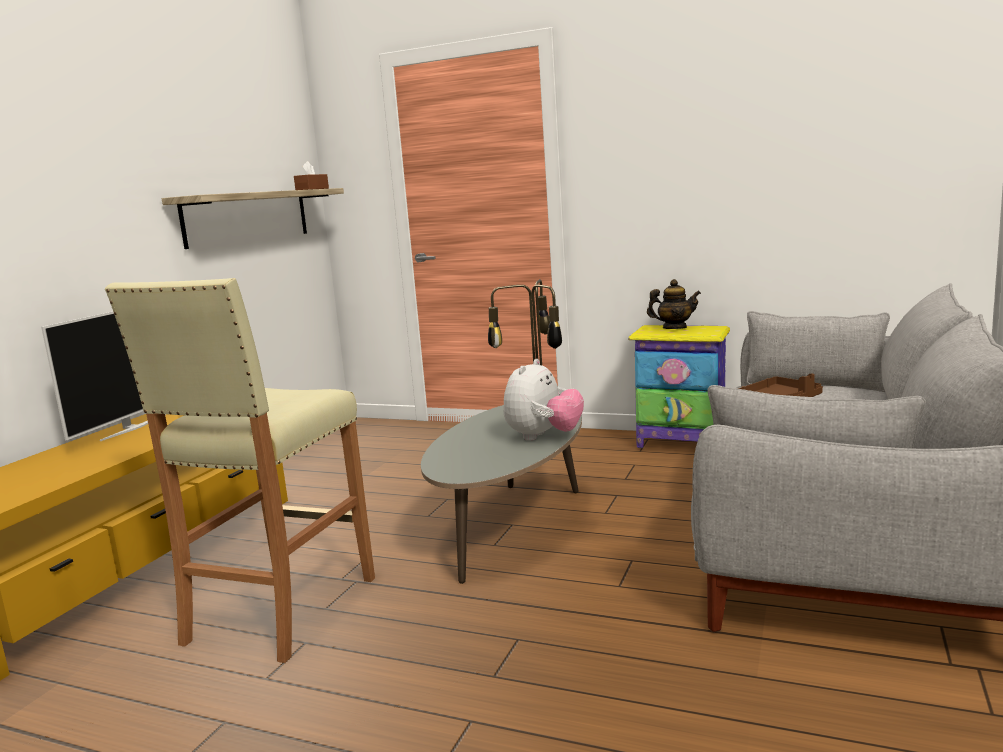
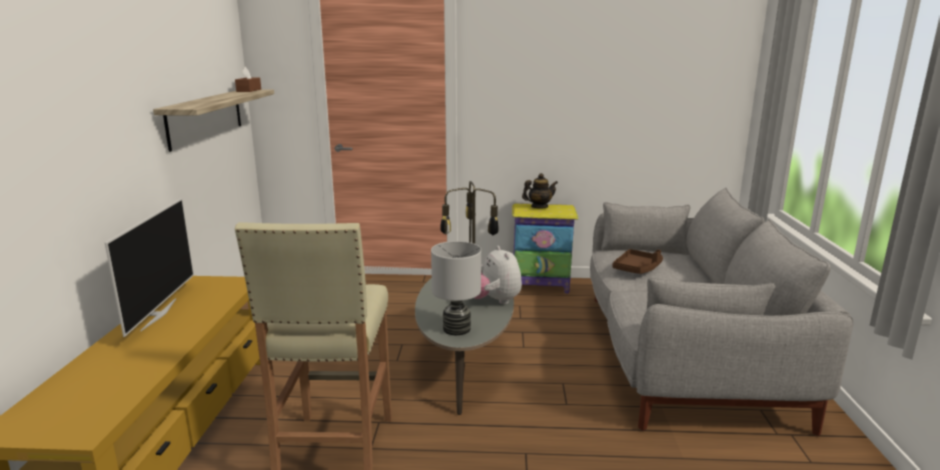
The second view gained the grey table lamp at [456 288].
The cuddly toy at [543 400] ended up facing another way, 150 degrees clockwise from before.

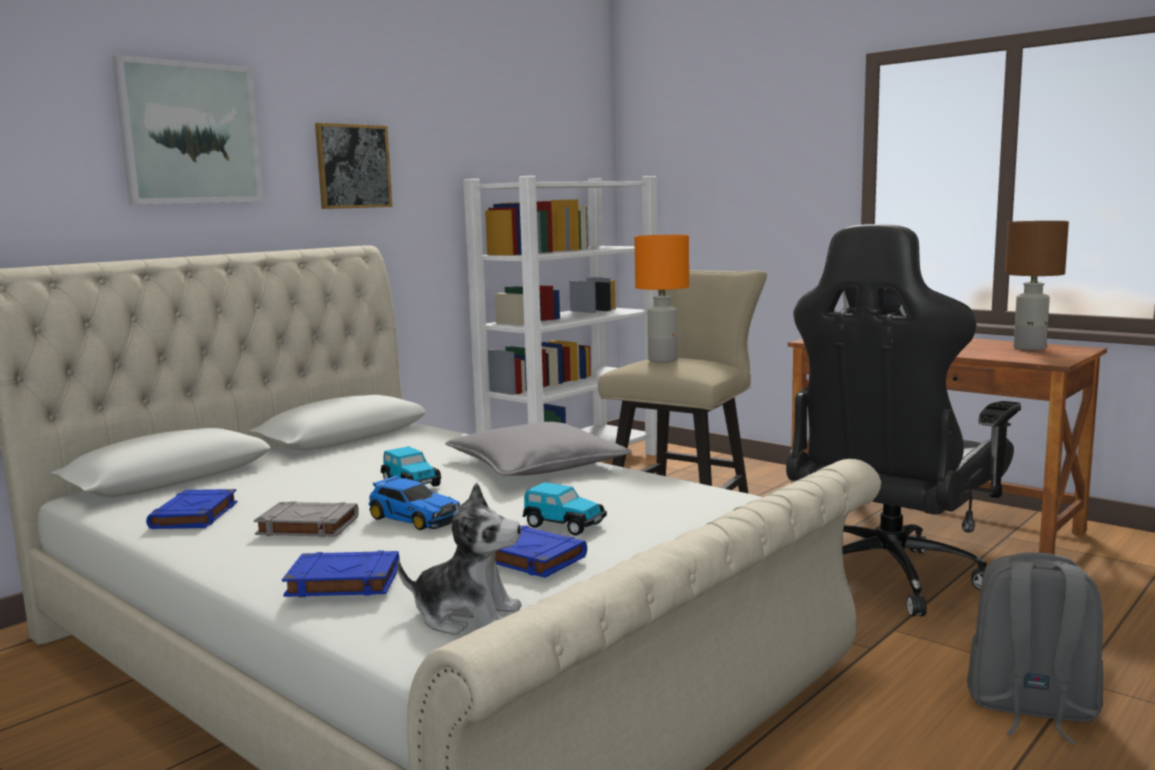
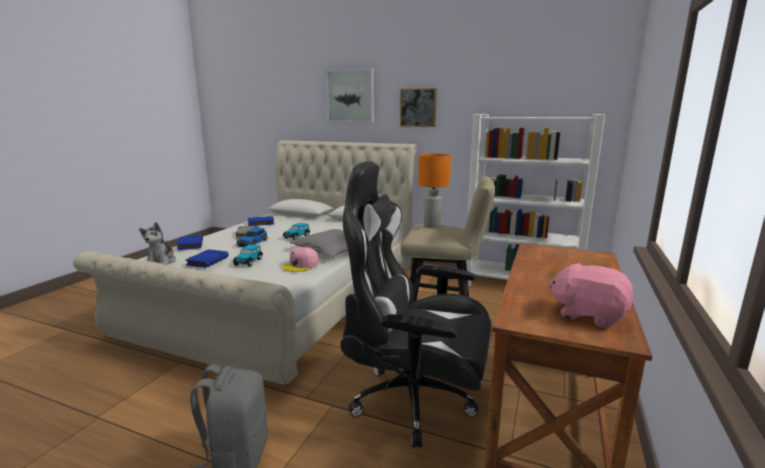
The second view gained the pinkish peaked cap at [300 259].
Where the brown-coloured table lamp stood at [1037 285], the pinkish cuddly toy came to stand at [591 295].

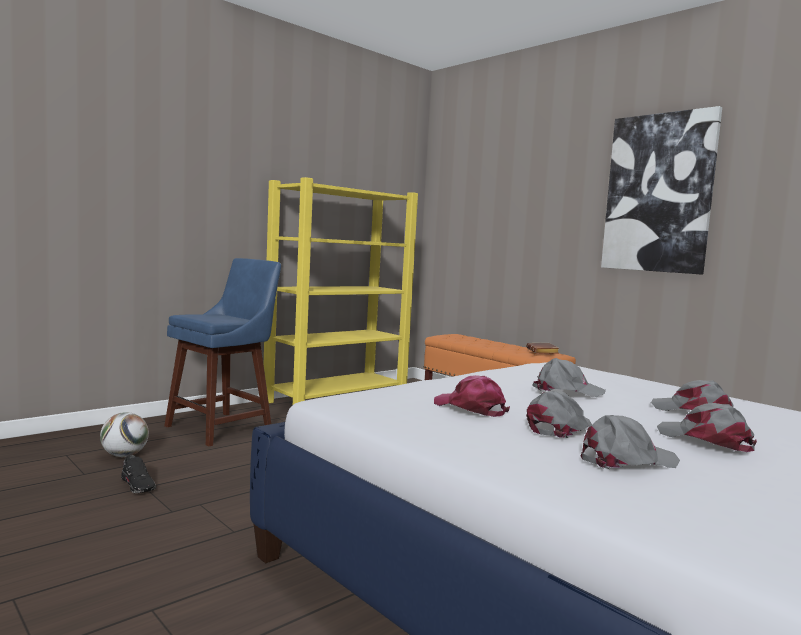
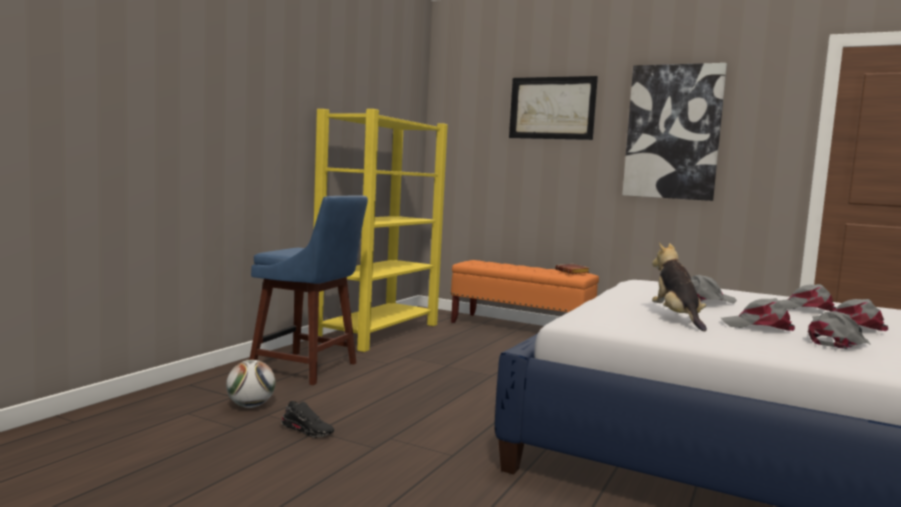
The blue chair at [222 352] ended up facing another way, 90 degrees clockwise from before.
The second view gained the wall art at [553 108].
Where the pinkish peaked cap stood at [472 396], the cuddly toy came to stand at [679 286].
The grey peaked cap at [559 414] ended up facing another way, 90 degrees counterclockwise from before.

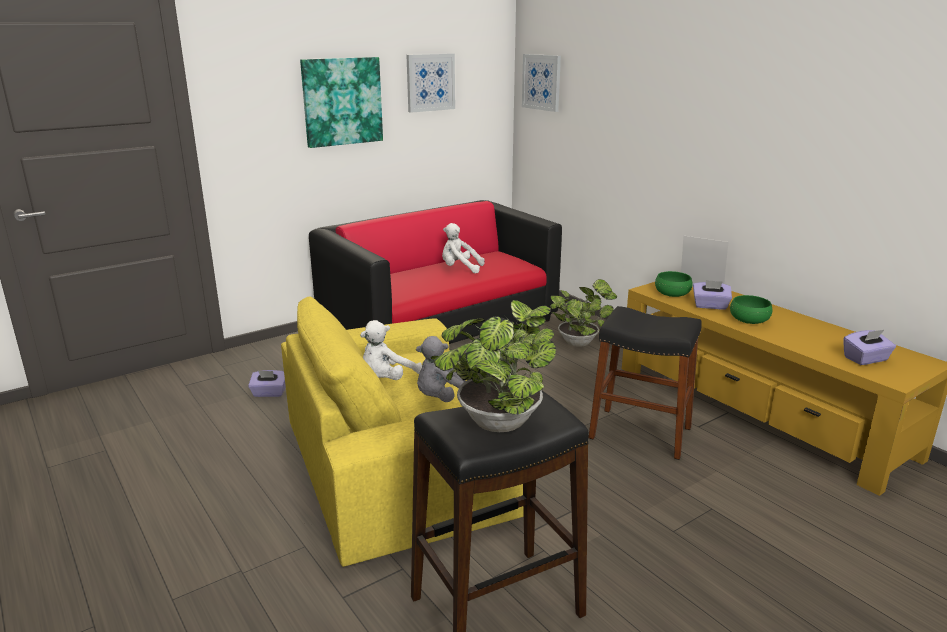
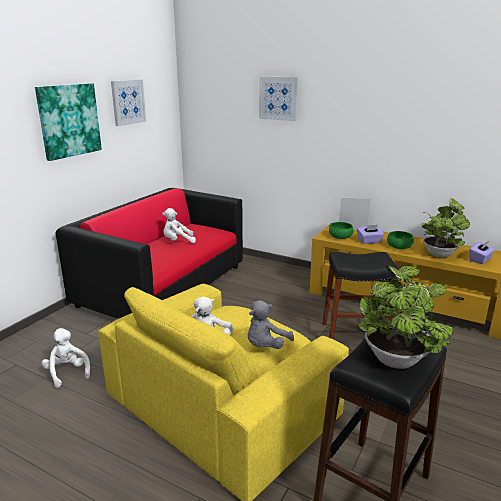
Where the purple box of tissues stood at [267 383], the white-coloured cuddly toy came to stand at [66 358].
The wall art ended up elsewhere, having gone from [541 83] to [278 98].
The houseplant ended up elsewhere, having gone from [583 313] to [446 228].

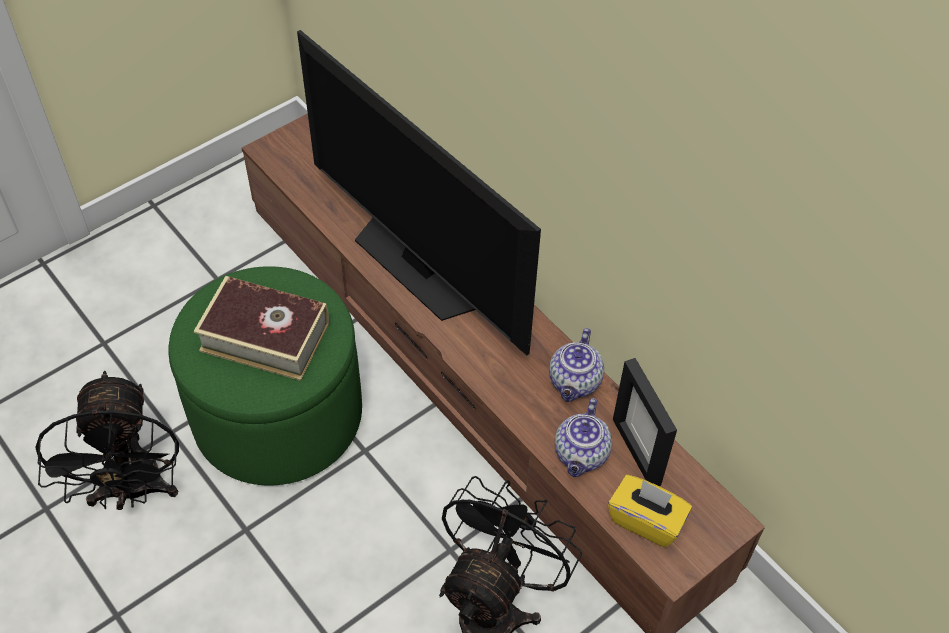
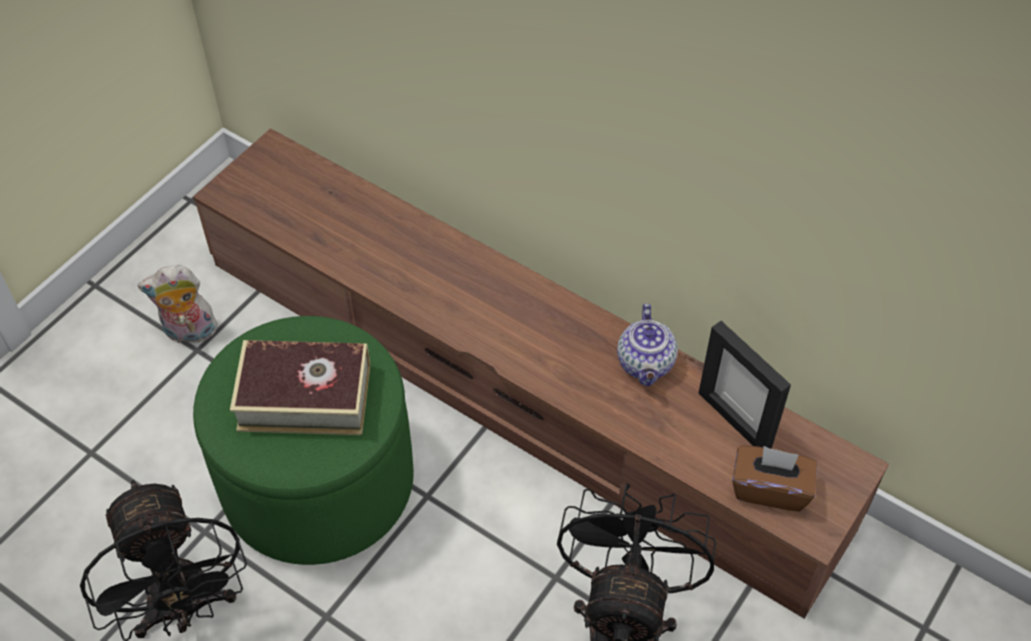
The second view gained the cuddly toy at [178 304].
What was the yellow box of tissues at [650 511] turned into the brown-coloured box of tissues at [774 478].
The second view lost the TV at [419 192].
The second view lost the pot for tea at [583 437].

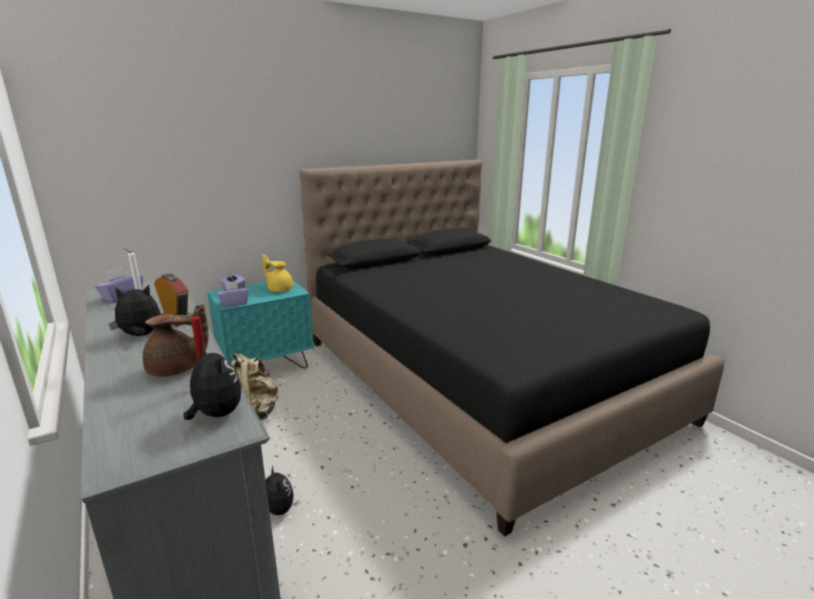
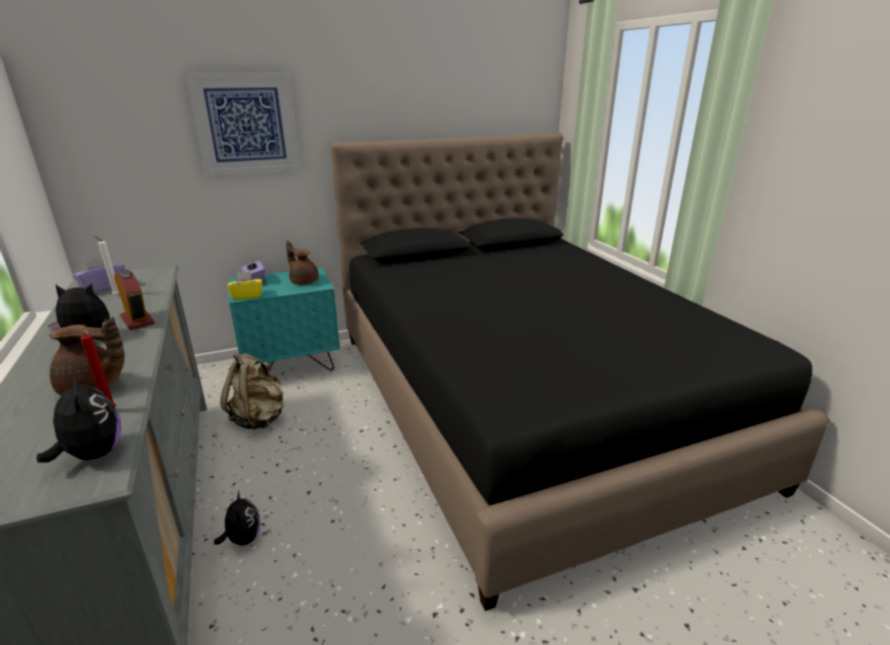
The second view gained the wall art at [242 124].
What was the purple box of tissues at [233 294] turned into the yellow box of tissues at [244 285].
What was the yellow pot for tea at [277 273] turned into the brown-coloured pot for tea at [302 263].

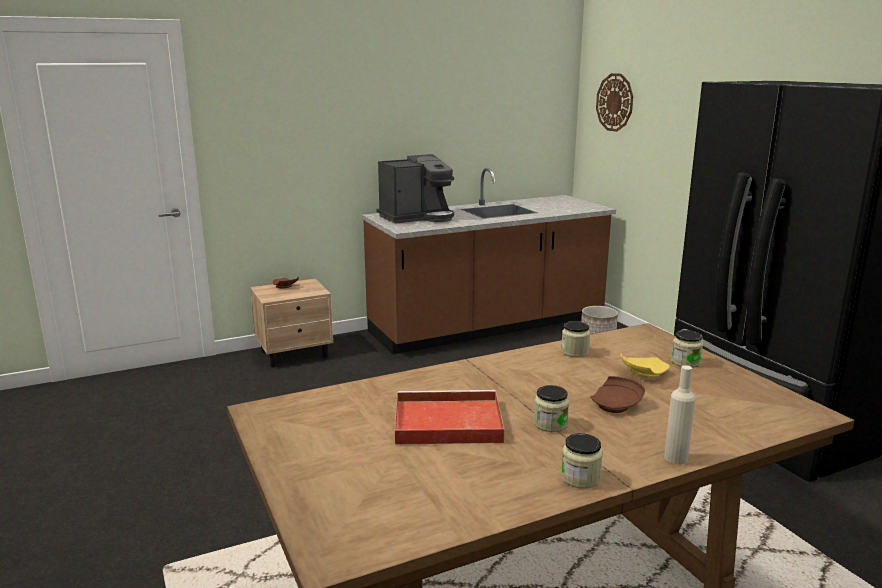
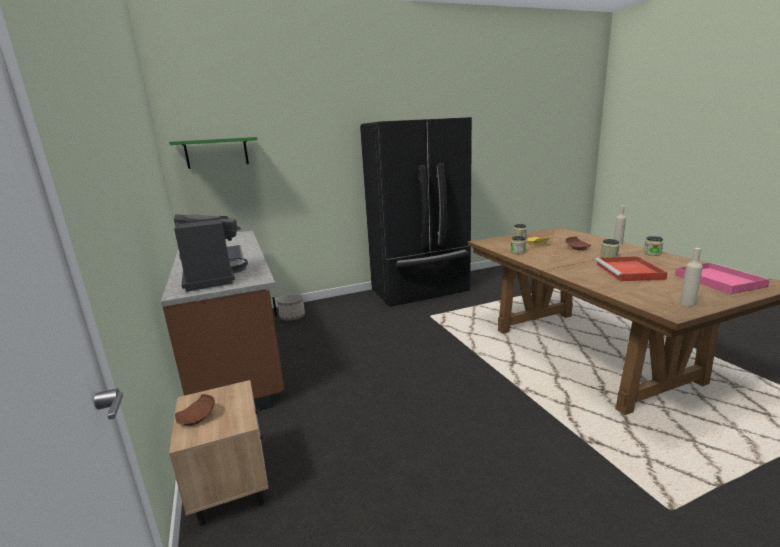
Where the hanging clock hung at [614 102], the green-coloured bracket shelf came to hang at [213 153].
The second view gained the pinkish serving tray at [723 278].
The second view gained the beige beverage bottle at [691 277].

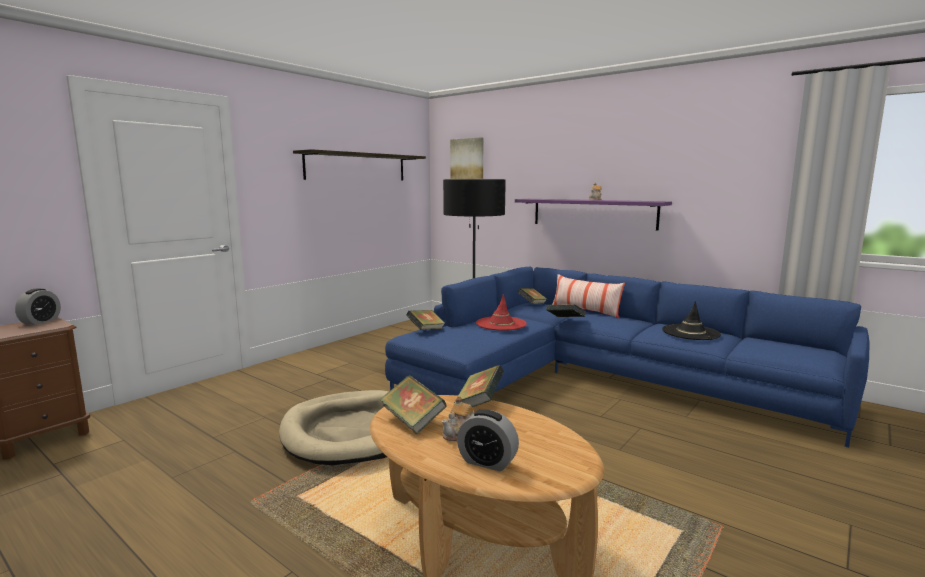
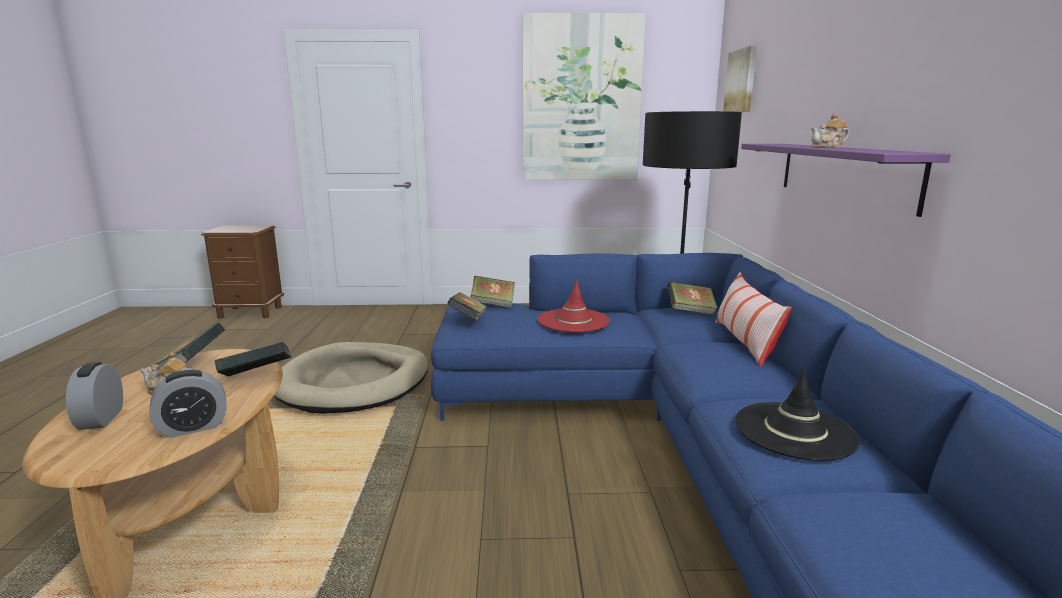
The table clock ended up elsewhere, having gone from [38 307] to [188 404].
The bound book ended up elsewhere, having gone from [566 310] to [467 306].
Where the bracket shelf hung at [359 164], the wall art came to hang at [584 96].

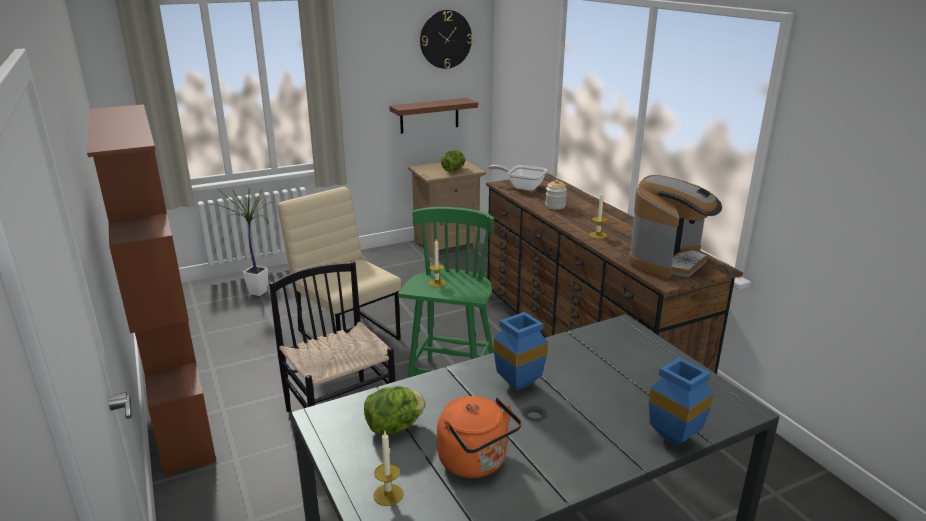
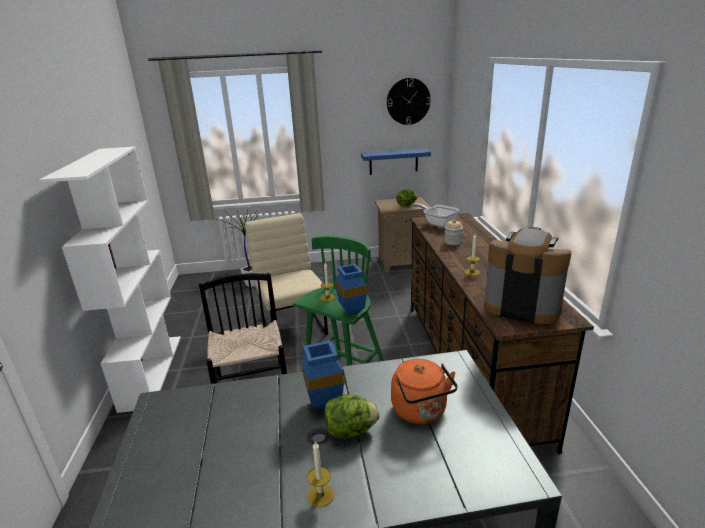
What was the brown-coloured bookcase at [151 290] turned into the white-coloured bookcase at [110 280].
The wax candle ended up elsewhere, having gone from [389 468] to [320 474].
The lettuce head ended up elsewhere, having gone from [395 410] to [352 416].
The blue decorative vase ended up elsewhere, having gone from [681 401] to [351 289].
What was the brown-coloured bracket shelf at [433 116] turned into the blue bracket shelf at [396 161].
The orange-coloured water kettle ended up elsewhere, having gone from [479 437] to [424 391].
The coffee machine at [675 226] ended up facing another way, 120 degrees counterclockwise from before.

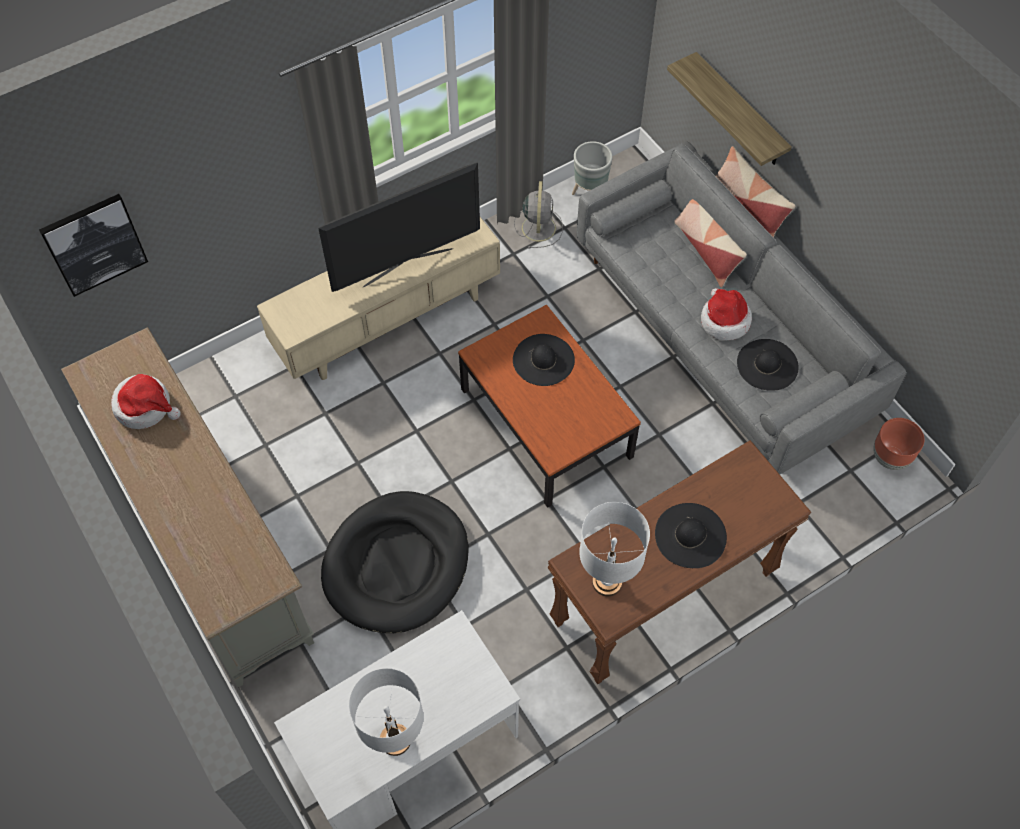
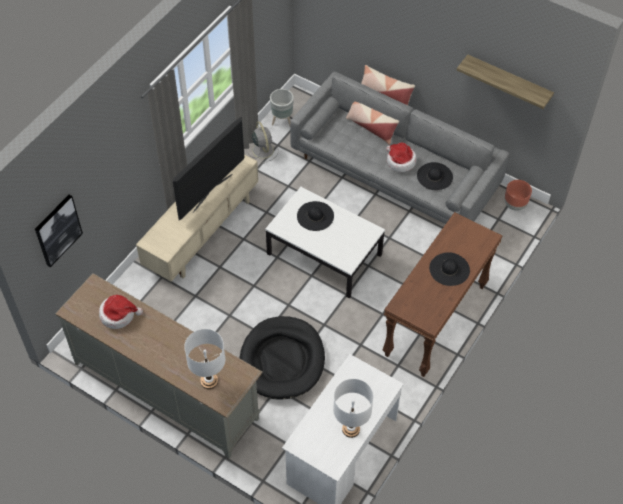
The white-coloured table lamp ended up elsewhere, having gone from [614 549] to [204 359].
What was the brown-coloured coffee table at [549 406] turned into the white-coloured coffee table at [325 242].
The bracket shelf ended up elsewhere, having gone from [729 109] to [505 82].

